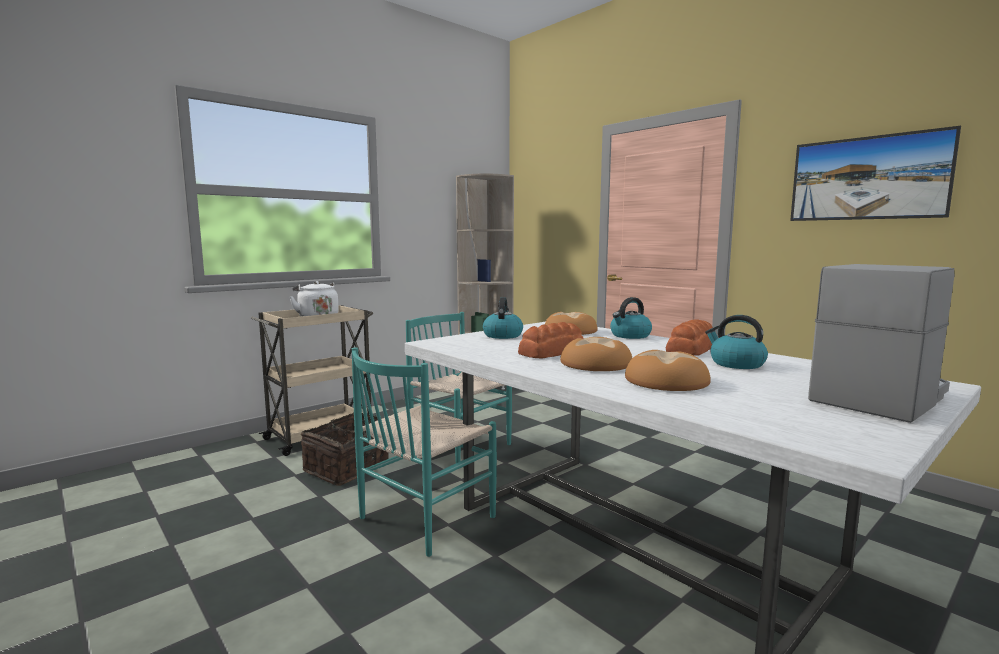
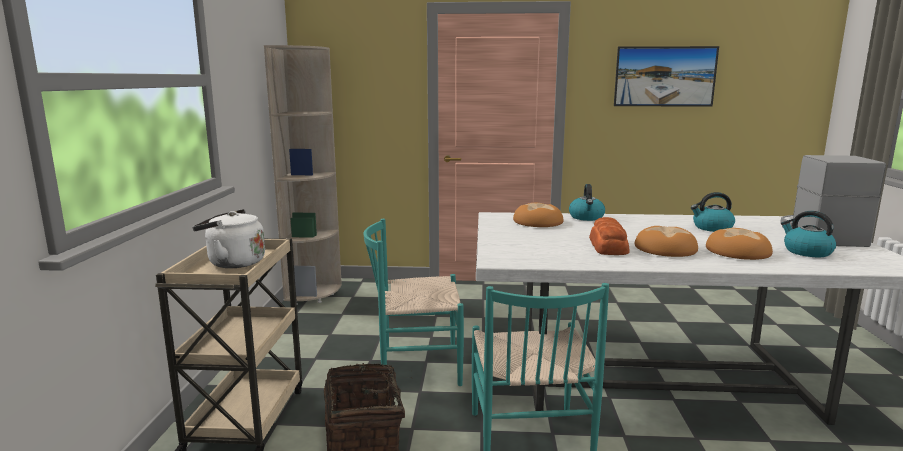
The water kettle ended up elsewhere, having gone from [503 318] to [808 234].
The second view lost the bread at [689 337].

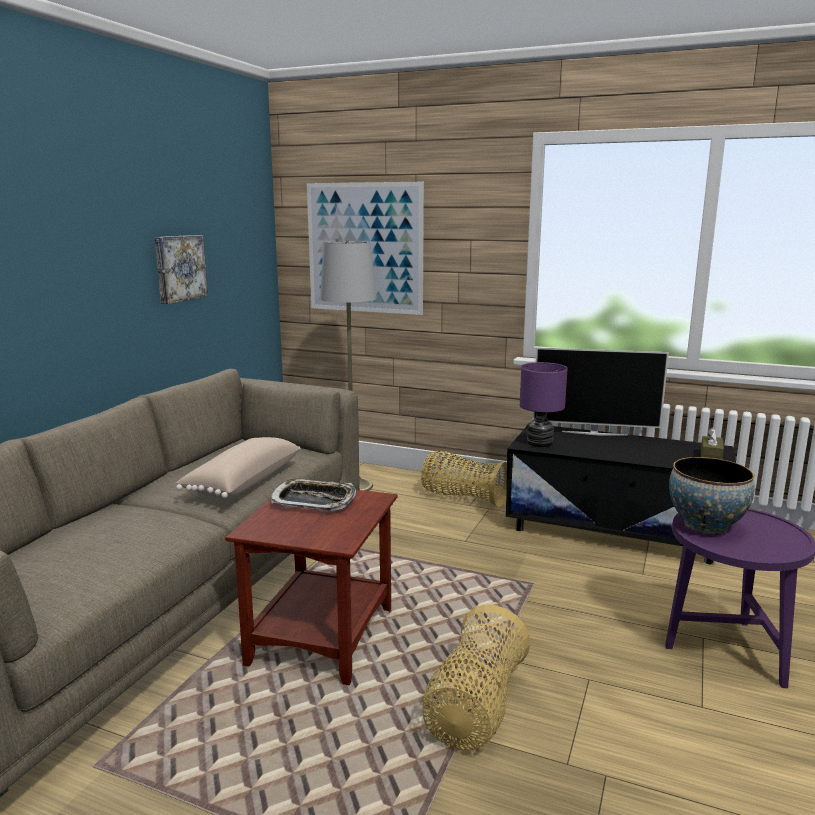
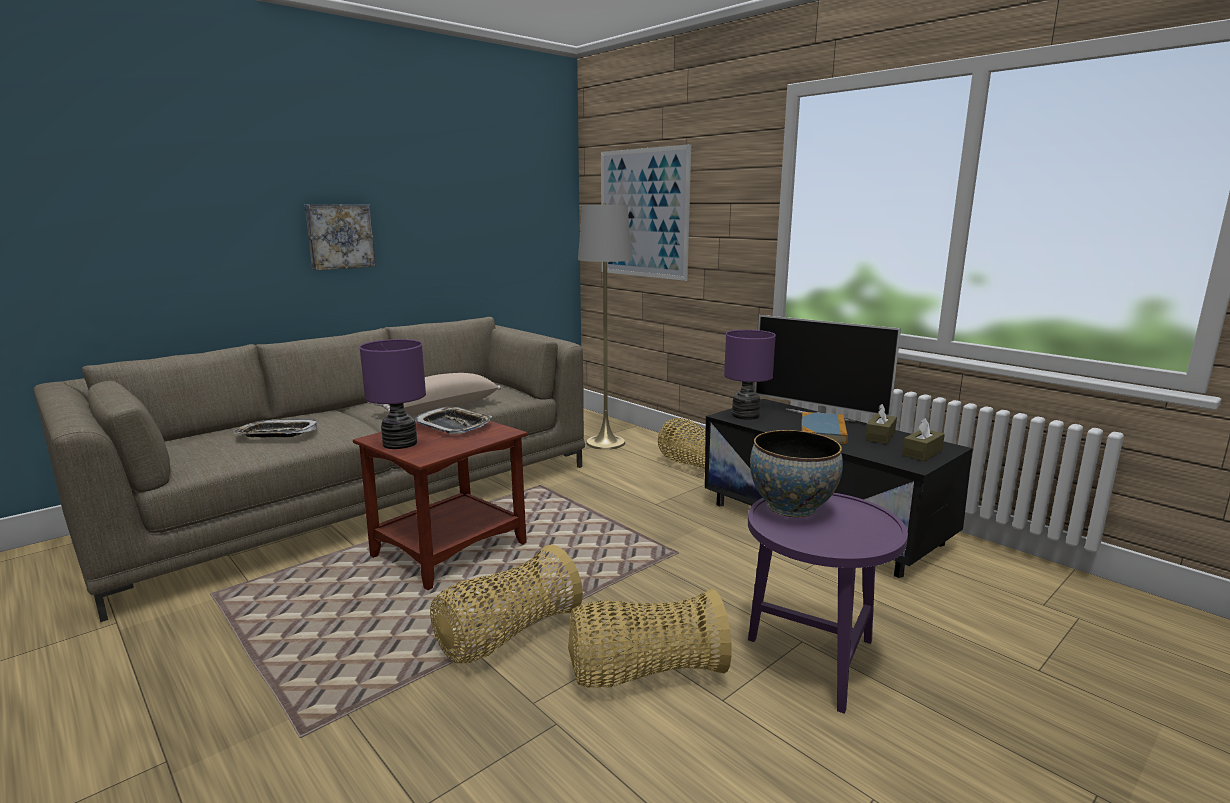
The second view gained the serving tray at [275 428].
The wall art ended up elsewhere, having gone from [181 269] to [340 237].
The second view gained the purple table lamp at [393 394].
The second view gained the basket at [650 638].
The second view gained the bound book at [825 428].
The second view gained the brown-coloured box of tissues at [881 424].

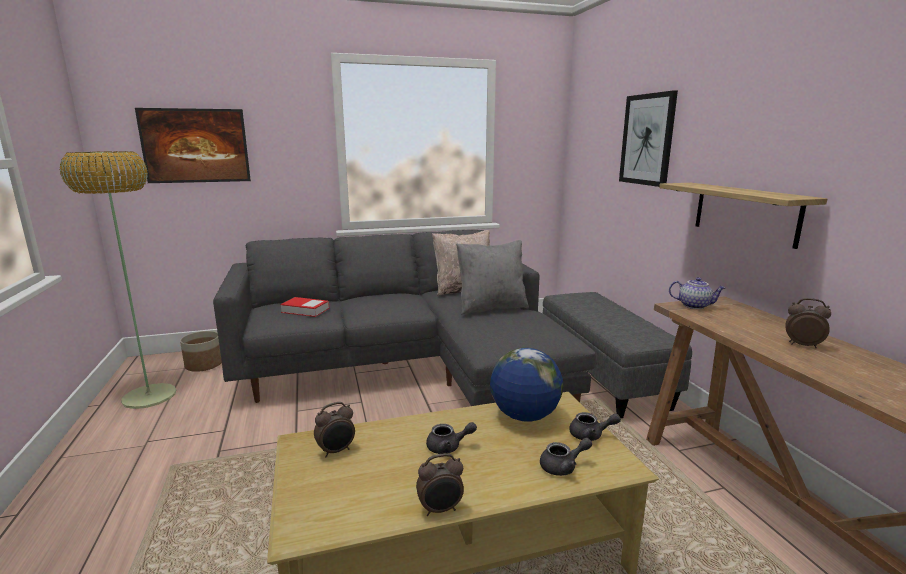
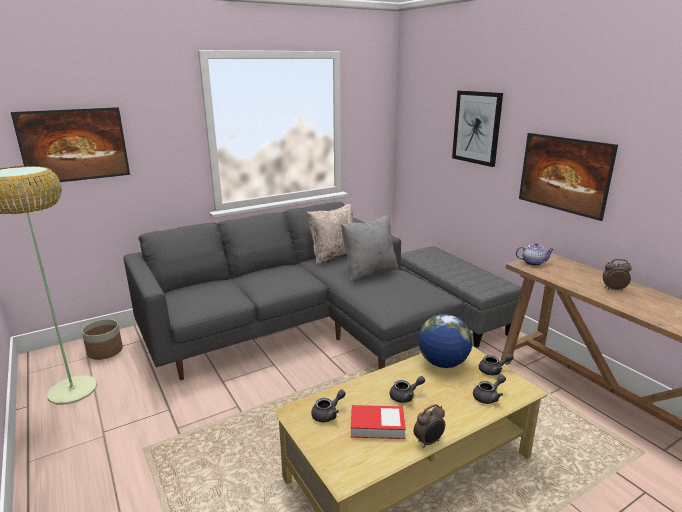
Where the table clock stood at [334 429], the grey pot for tea came to stand at [328 406].
The bound book ended up elsewhere, having gone from [304 307] to [378 422].
Where the bracket shelf hung at [743 216], the wall art came to hang at [568 177].

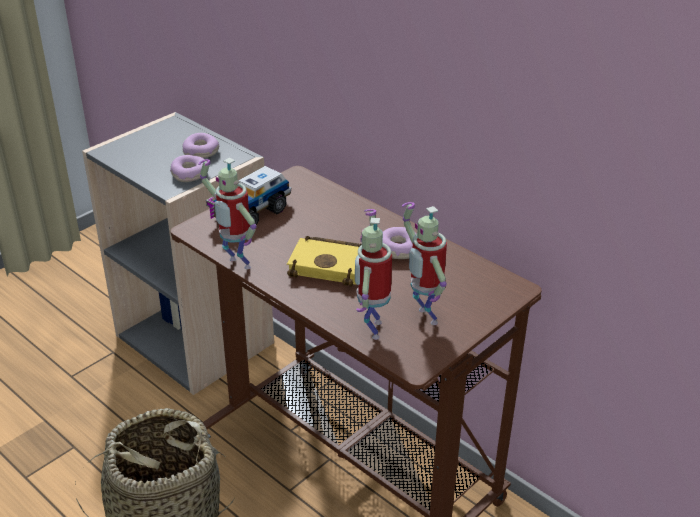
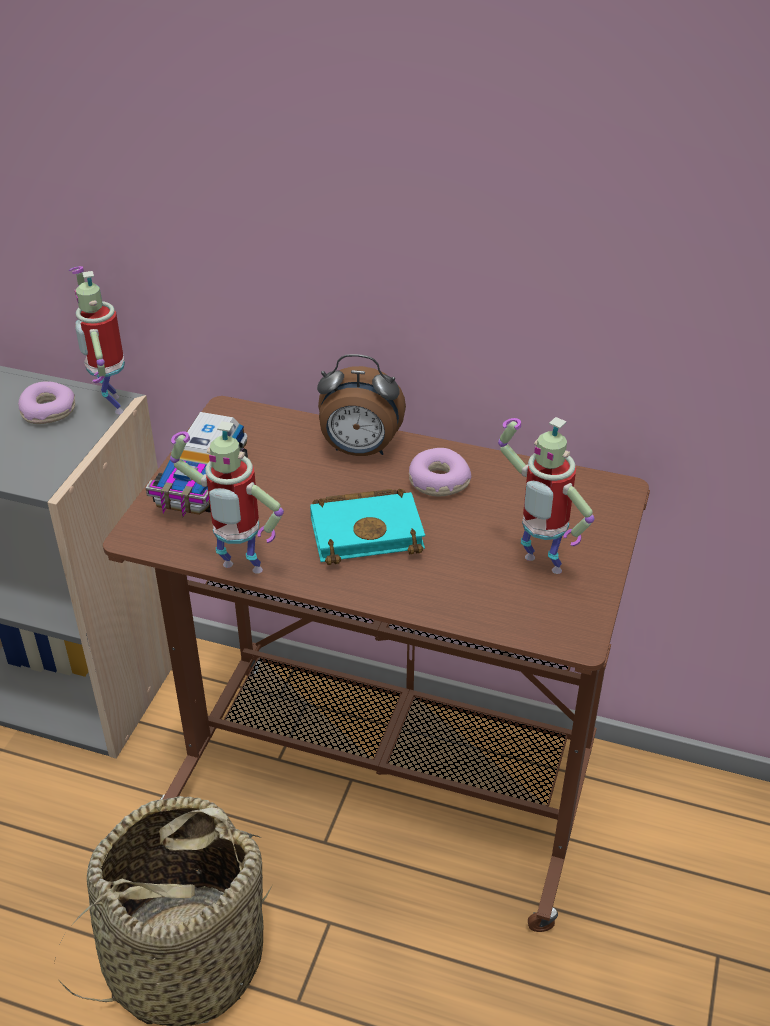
The robot figure ended up elsewhere, having gone from [373 274] to [97 340].
What was the yellow bound book at [324 261] turned into the blue-green bound book at [367 527].
The second view gained the table clock at [361 405].
The second view lost the ring doughnut at [187 168].

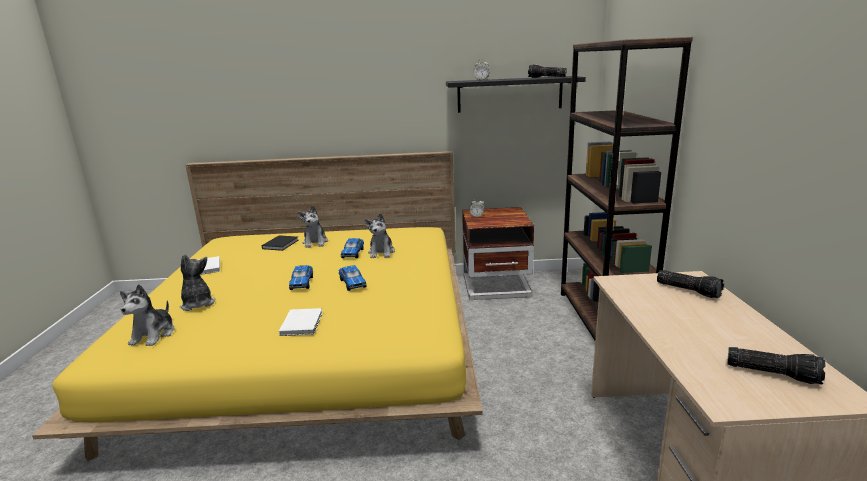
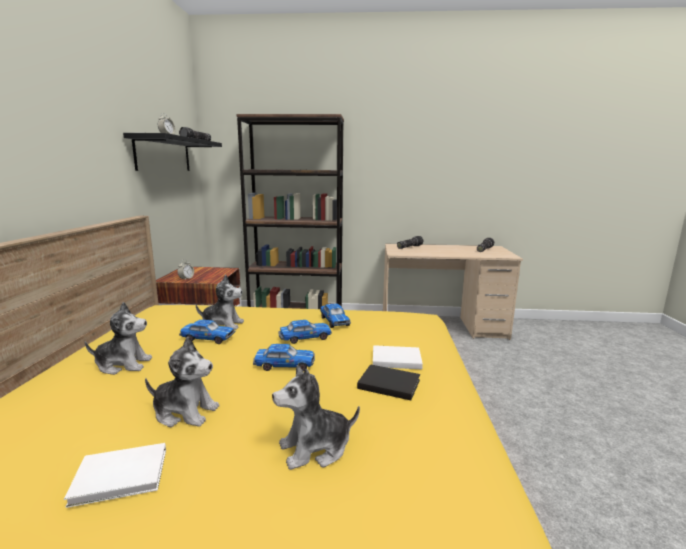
The cuddly toy ended up elsewhere, having gone from [147 315] to [182 382].
The second view gained the model car at [335 316].
The black bound book ended up elsewhere, having gone from [280 243] to [388 382].

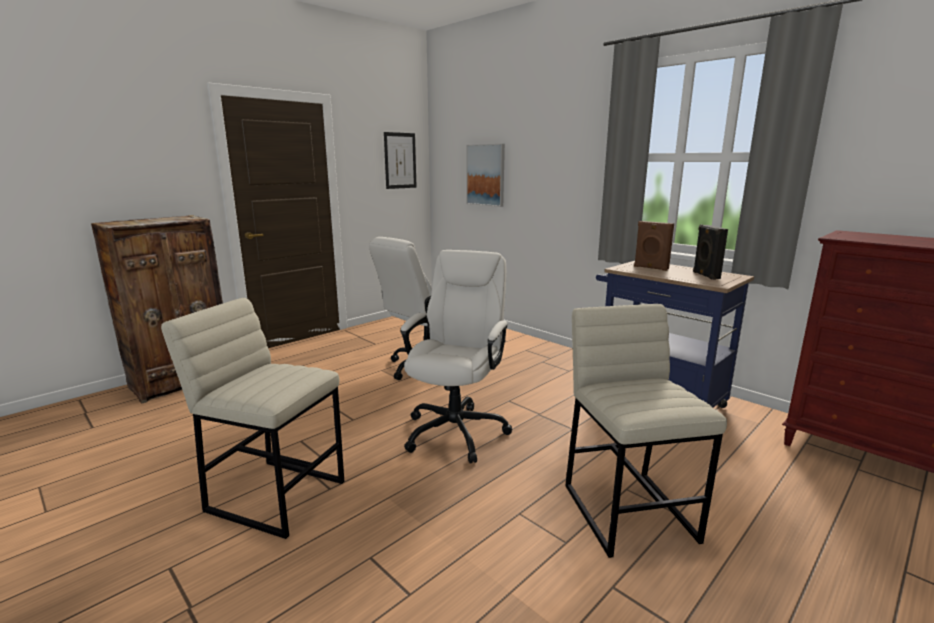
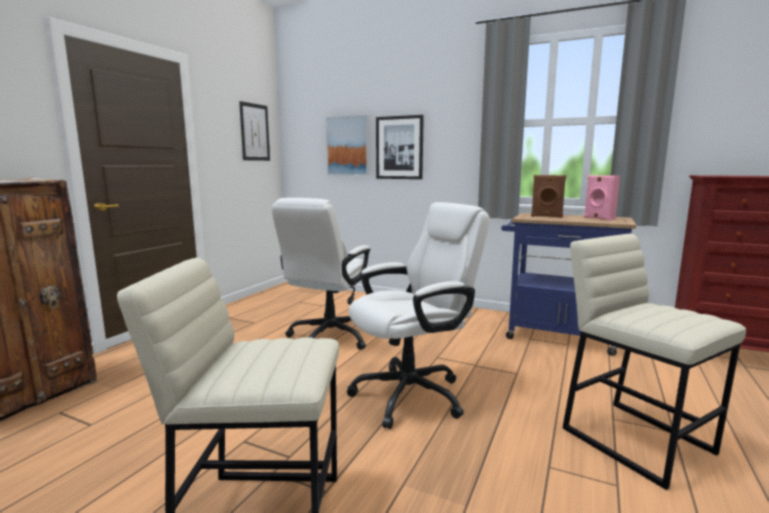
The white-coloured computer chair at [456 357] ended up facing another way, 60 degrees clockwise from before.
The second view gained the wall art at [400 147].
What was the black loudspeaker at [710 252] turned into the pinkish loudspeaker at [602 198].

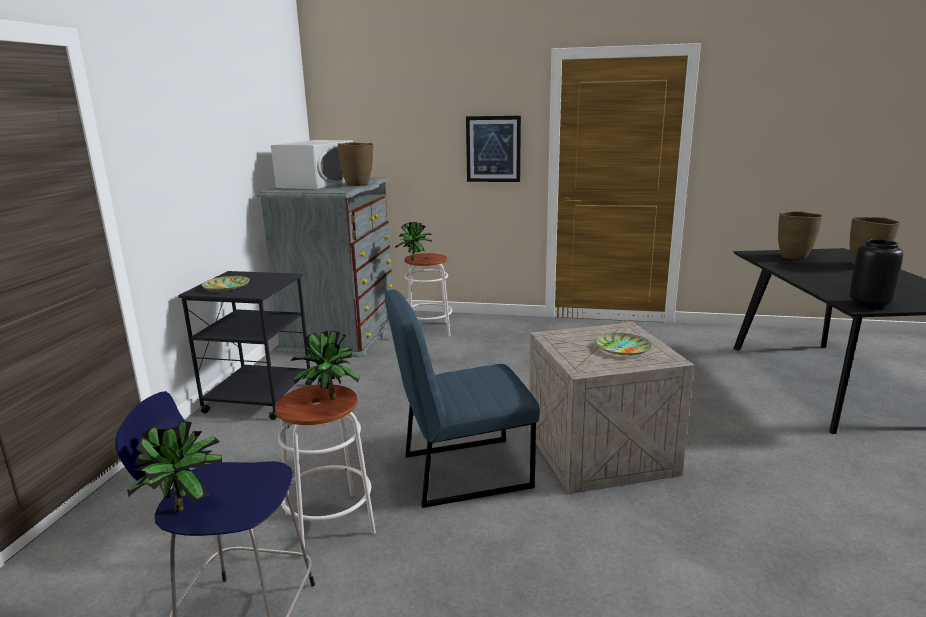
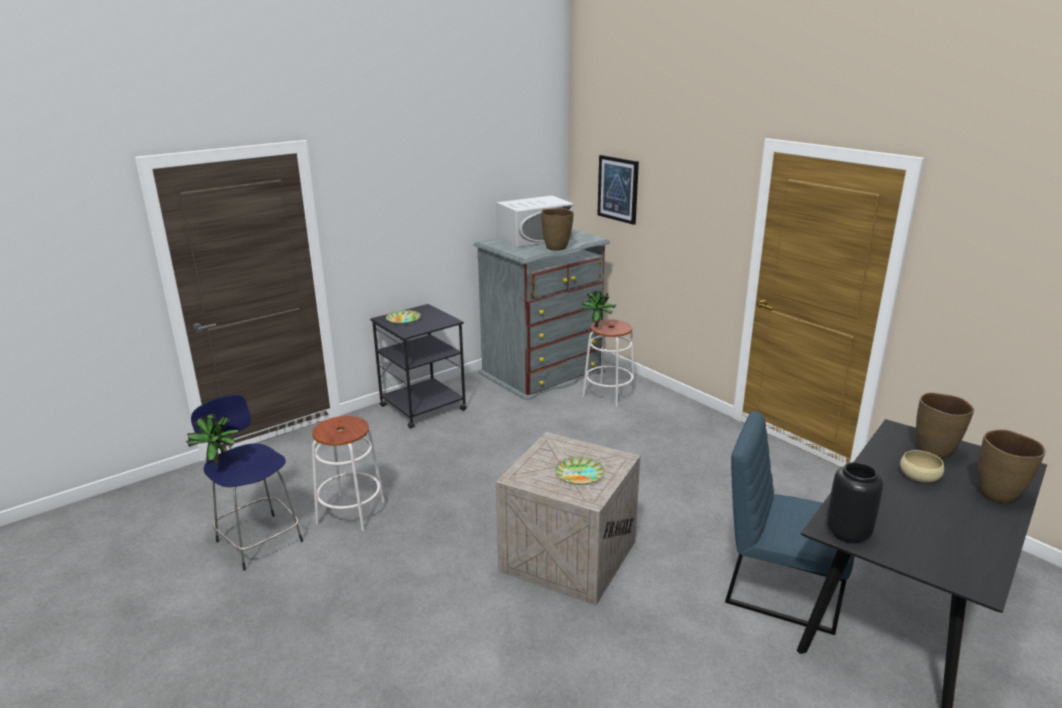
The wall art ended up elsewhere, having gone from [493 149] to [618 190].
The blue chair ended up elsewhere, having gone from [462 398] to [790 523].
The second view gained the beige bowl at [922 466].
The second view lost the houseplant at [325 365].

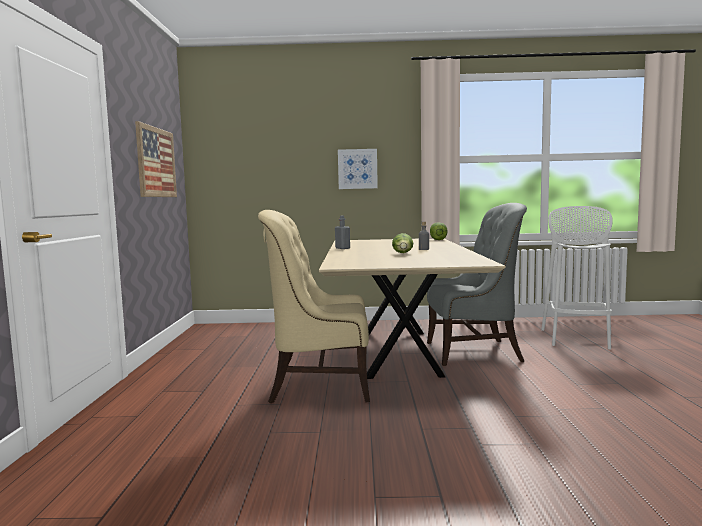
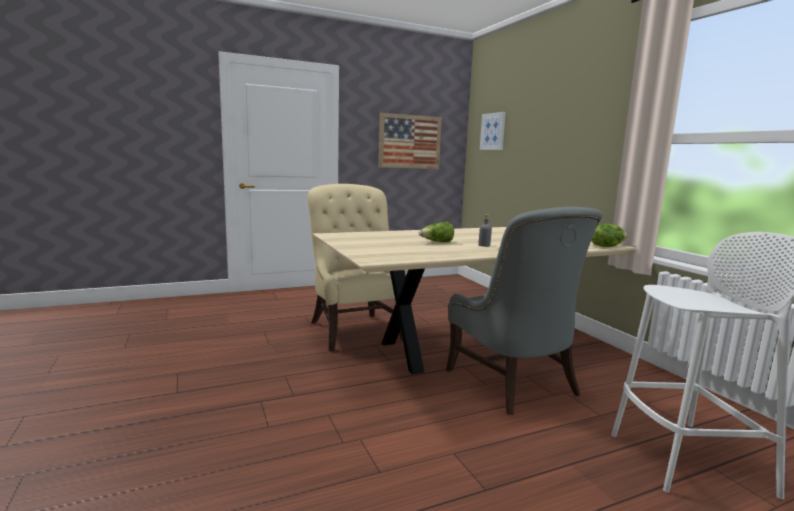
The wall art ended up elsewhere, having gone from [358 169] to [493 131].
The second view lost the grey beverage bottle at [342 232].

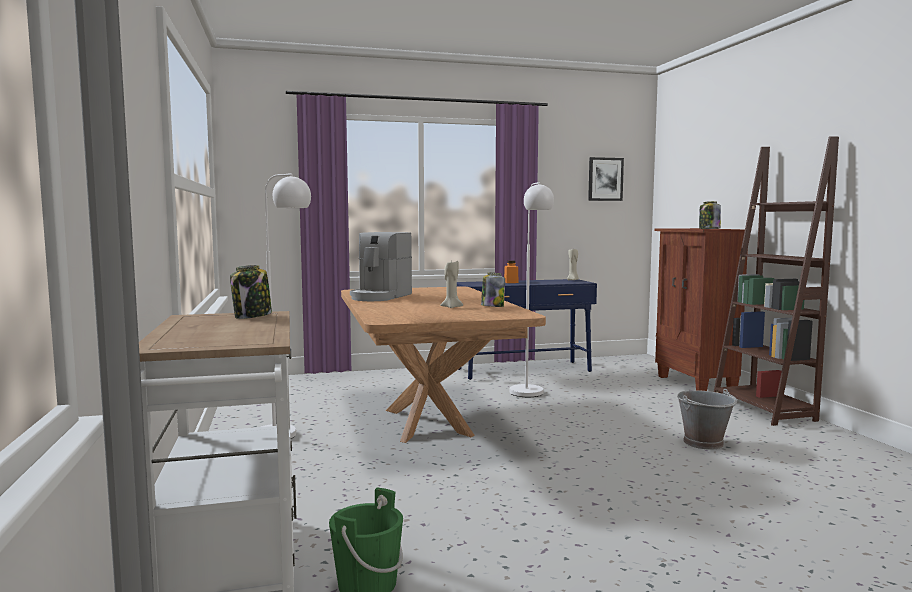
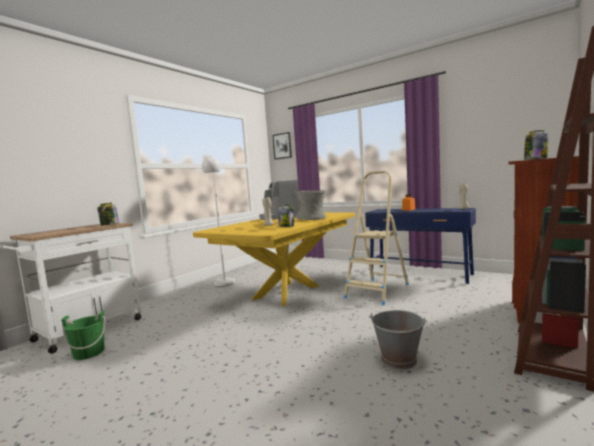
What was the brown-coloured dinner table at [443 365] turned into the yellow dinner table at [274 259].
The wall art ended up elsewhere, having gone from [606 179] to [282 146].
The second view gained the grey decorative vase at [310 205].
Where the white-coloured floor lamp stood at [531 289], the beige stepladder came to stand at [376 238].

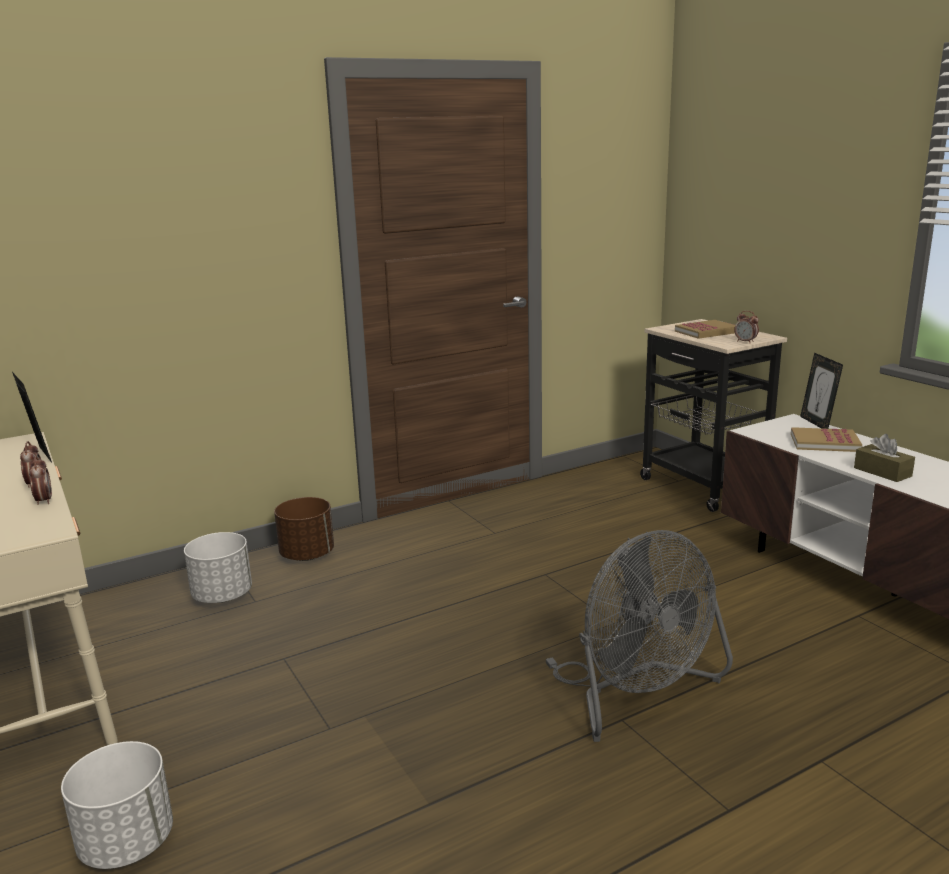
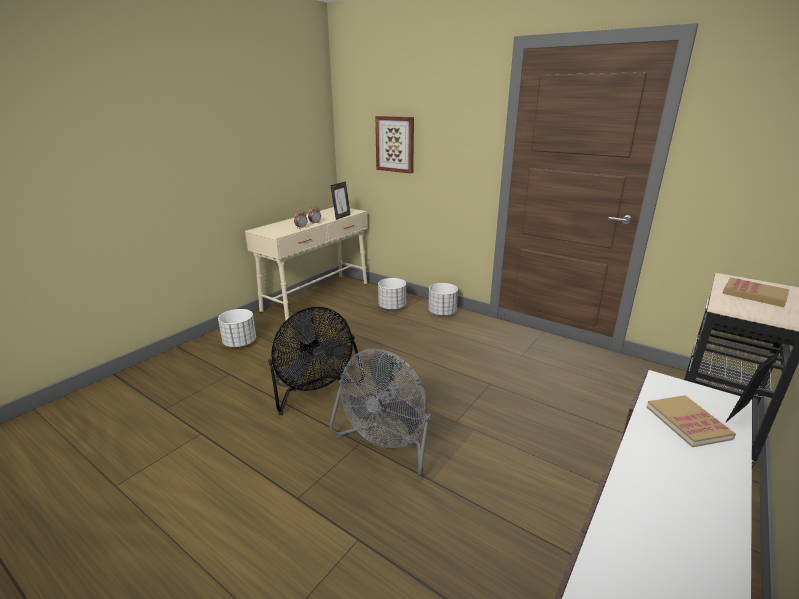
The second view gained the black fan at [316 361].
The second view gained the wall art at [394 145].
What was the brown-coloured planter at [304 529] turned into the white-coloured planter at [443 299].
The second view lost the table clock at [746 327].
The second view lost the brown-coloured box of tissues at [884 458].

